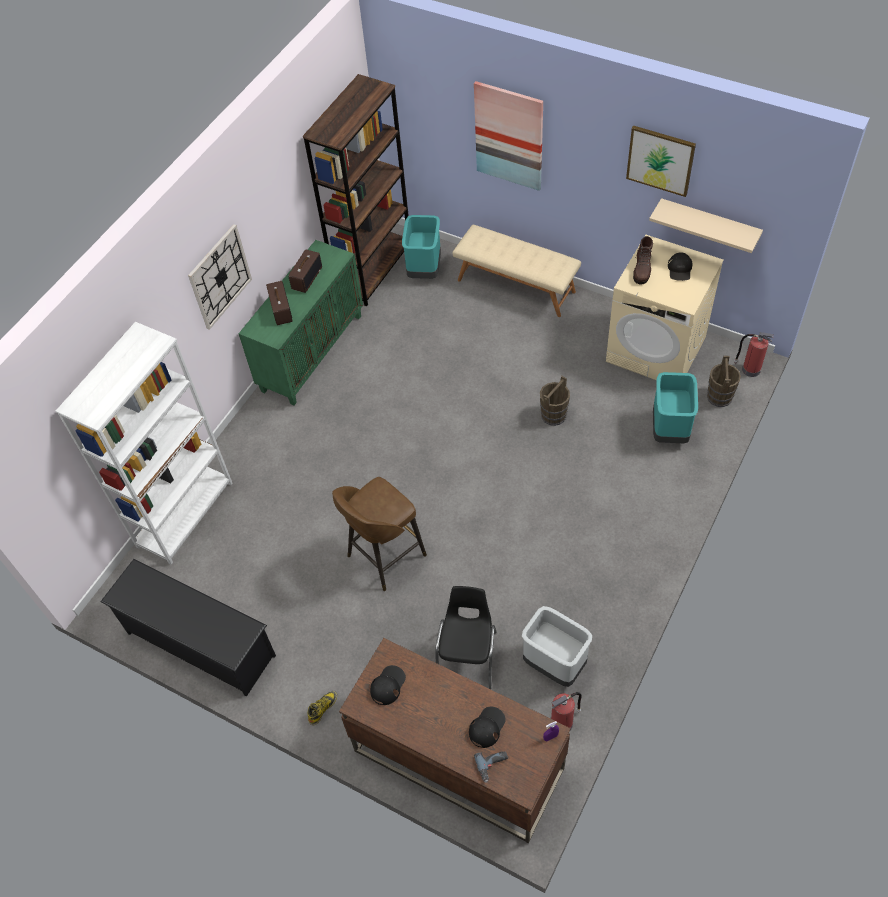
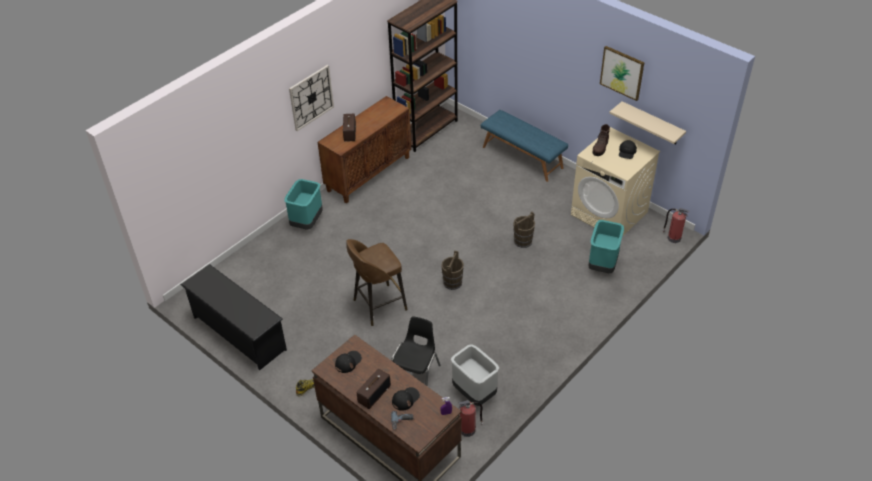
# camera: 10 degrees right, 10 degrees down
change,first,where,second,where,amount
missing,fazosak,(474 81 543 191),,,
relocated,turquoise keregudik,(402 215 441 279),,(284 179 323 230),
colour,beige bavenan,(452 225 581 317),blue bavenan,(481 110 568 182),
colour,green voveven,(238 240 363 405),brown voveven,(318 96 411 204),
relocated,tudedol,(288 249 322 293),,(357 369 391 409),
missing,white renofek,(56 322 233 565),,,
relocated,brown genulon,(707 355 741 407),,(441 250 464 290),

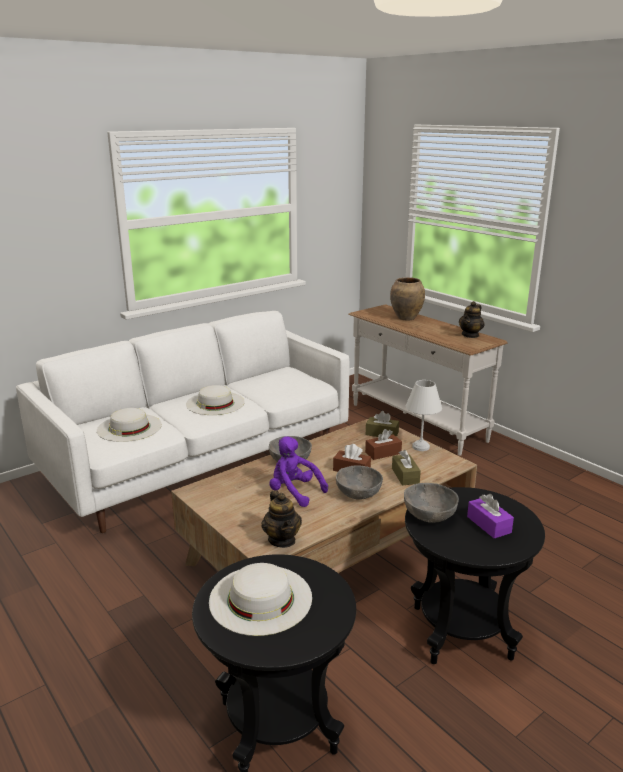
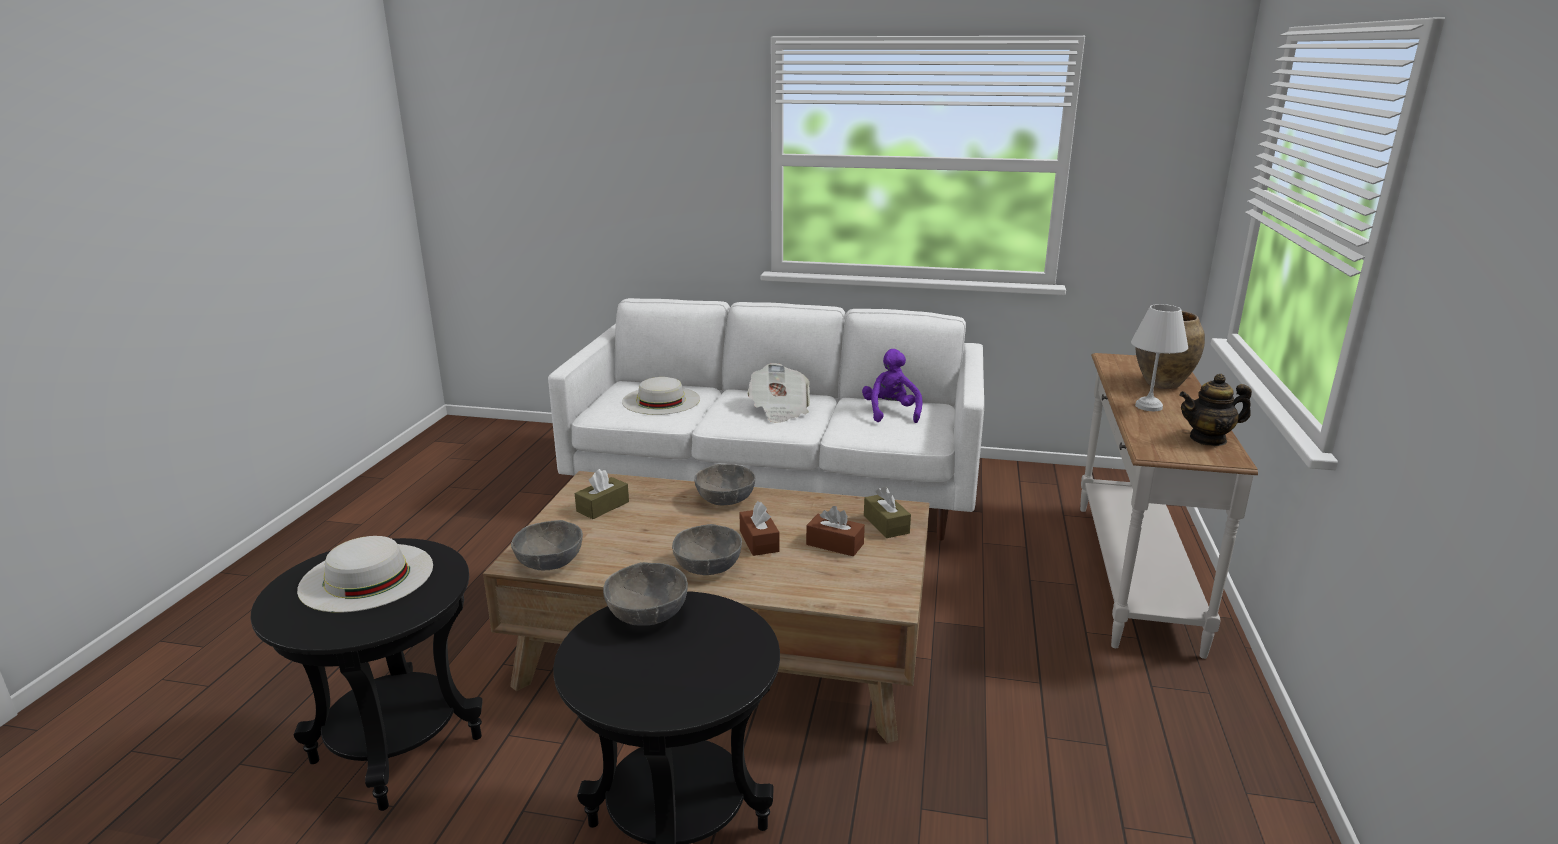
# camera: 50 degrees right, 0 degrees up
change,first,where,second,where,amount
relocated,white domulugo,(406 380 442 451),,(1131 304 1188 411),
exchanged,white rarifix,(186 385 245 415),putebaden,(747 363 810 423),
relocated,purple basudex,(269 436 328 507),,(862 349 922 423),
relocated,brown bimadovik,(392 450 421 486),,(575 469 629 519),
exchanged,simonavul,(261 490 302 548),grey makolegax,(511 520 583 570),
missing,purple bimadovik,(467 494 514 538),,,

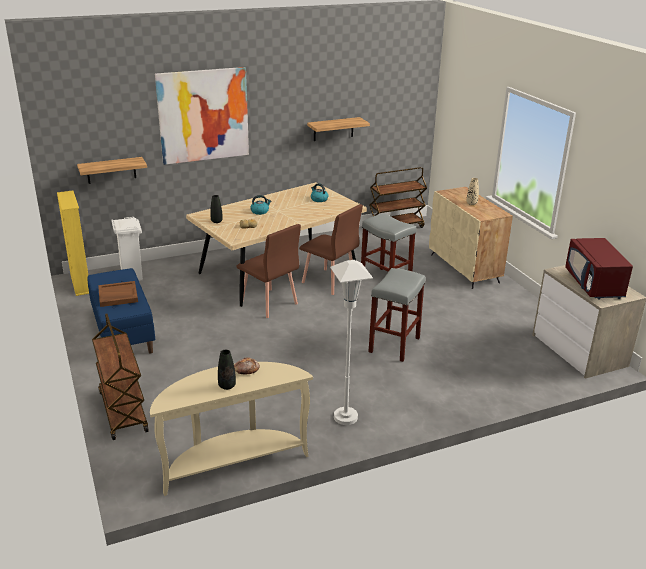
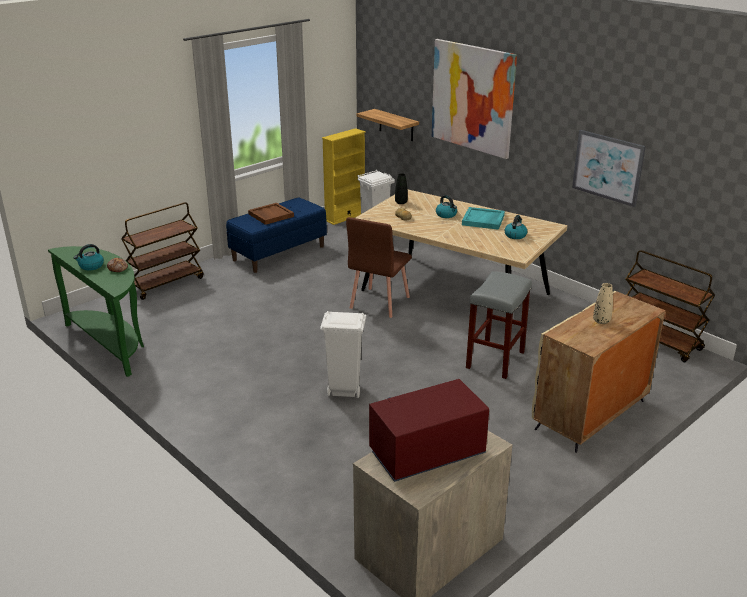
# camera: 70 degrees right, 0 degrees up
change,first,where,second,where,amount
exchanged,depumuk,(307 117 370 141),fazosak,(572 130 646 207),
missing,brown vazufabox,(299 204 363 295),,,
missing,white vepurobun,(330 260 373 425),,,
exchanged,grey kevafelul,(368 268 425 362),white keregudik,(320 311 366 398),
exchanged,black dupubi,(218 350 236 390),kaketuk,(74 244 104 270),
colour,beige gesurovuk,(150 362 313 496),green gesurovuk,(48 246 144 377),
appeared,,,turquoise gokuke,(462 207 505 230),

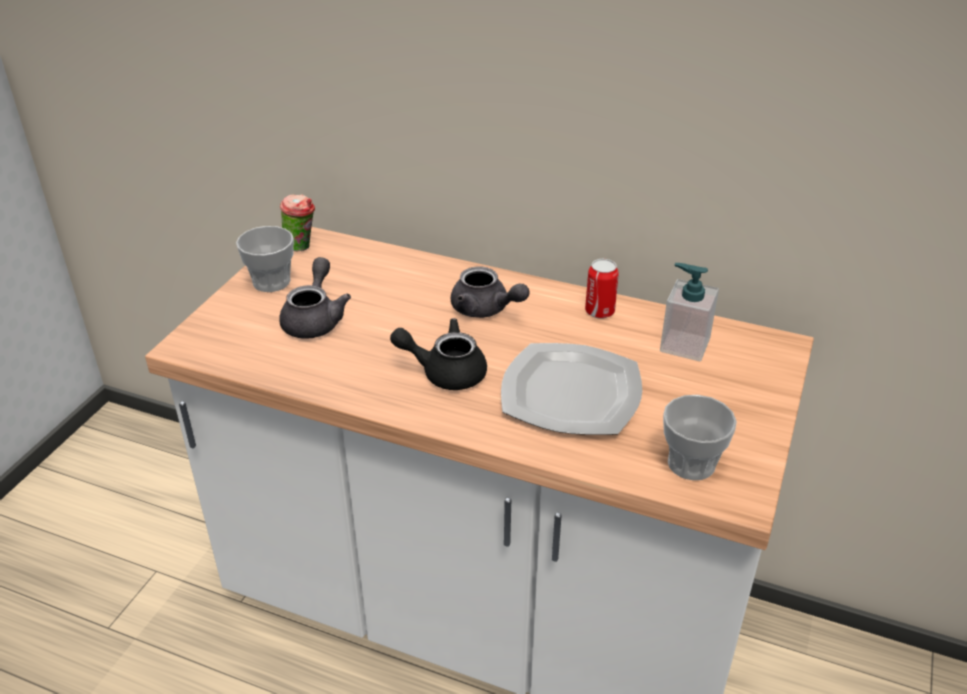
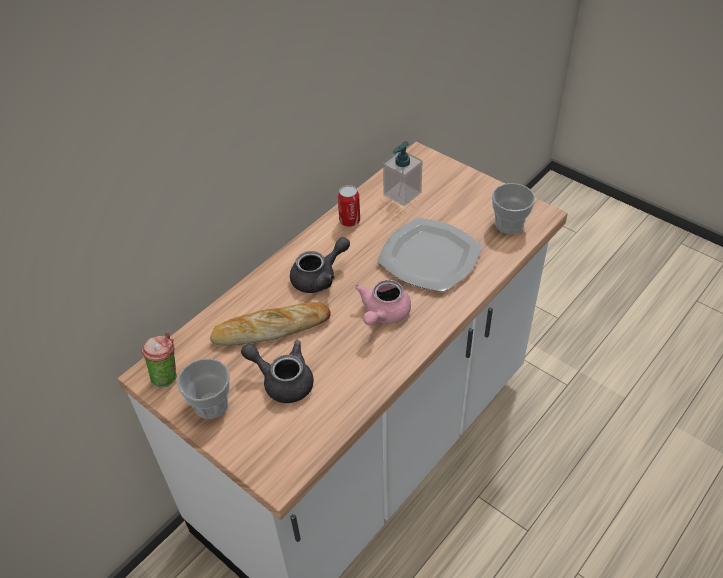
# camera: 70 degrees left, 10 degrees up
change,first,where,second,where,amount
colour,black simonavul,(390 318 487 390),pink simonavul,(355 280 411 326),
appeared,,,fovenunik,(210 302 331 346),

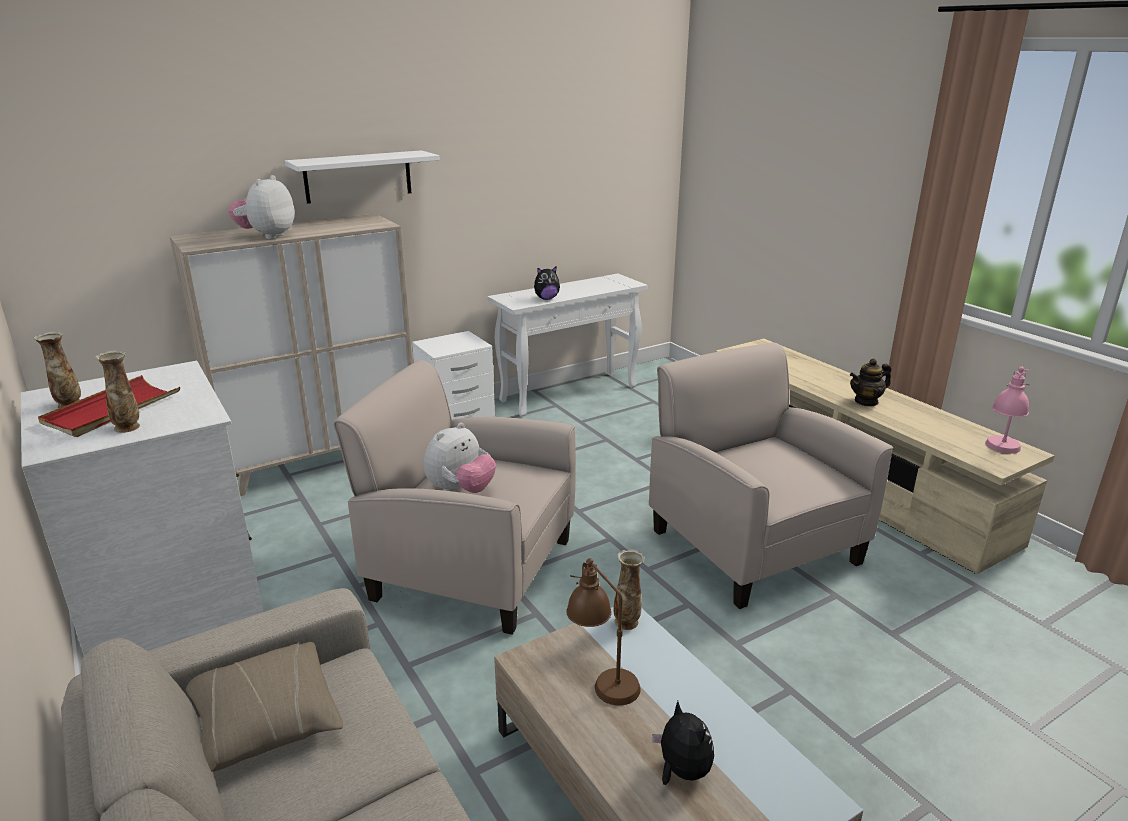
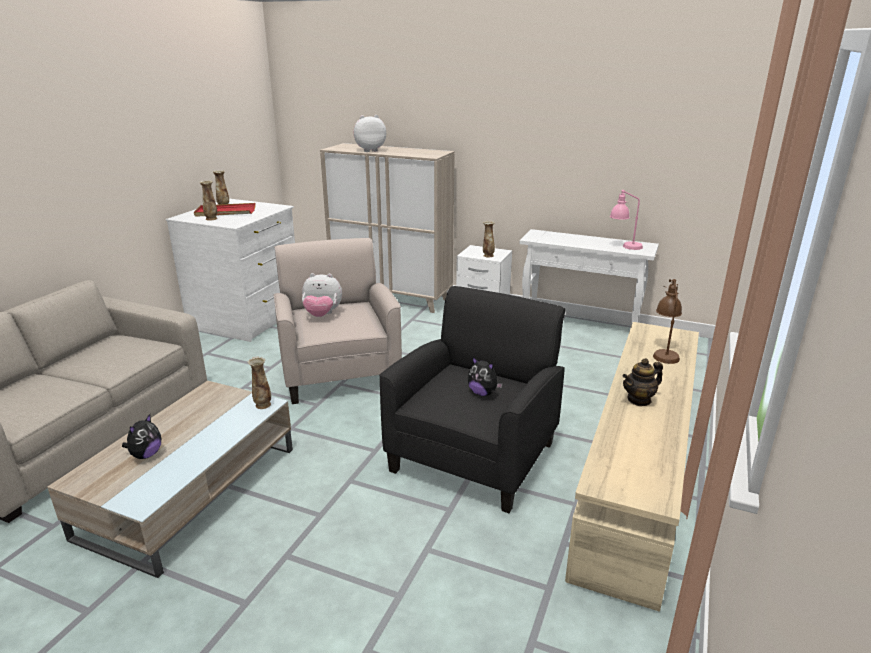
# camera: 55 degrees right, 0 degrees up
change,first,where,second,where,amount
missing,white depumuk,(285 150 440 204),,,
relocated,basudex,(534 266 560 300),,(468 357 503 396),
colour,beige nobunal,(649 343 893 609),black nobunal,(379 286 566 513),
spun,simonavul,(850 358 892 406),,(623 358 663 406),60 degrees counterclockwise
relocated,pink domulugo,(985 366 1030 454),,(610 190 643 250),
relocated,brown domulugo,(566 558 641 706),,(653 279 682 364),
missing,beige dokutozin,(186 642 343 772),,,
appeared,,,dupubi,(483 221 495 258),

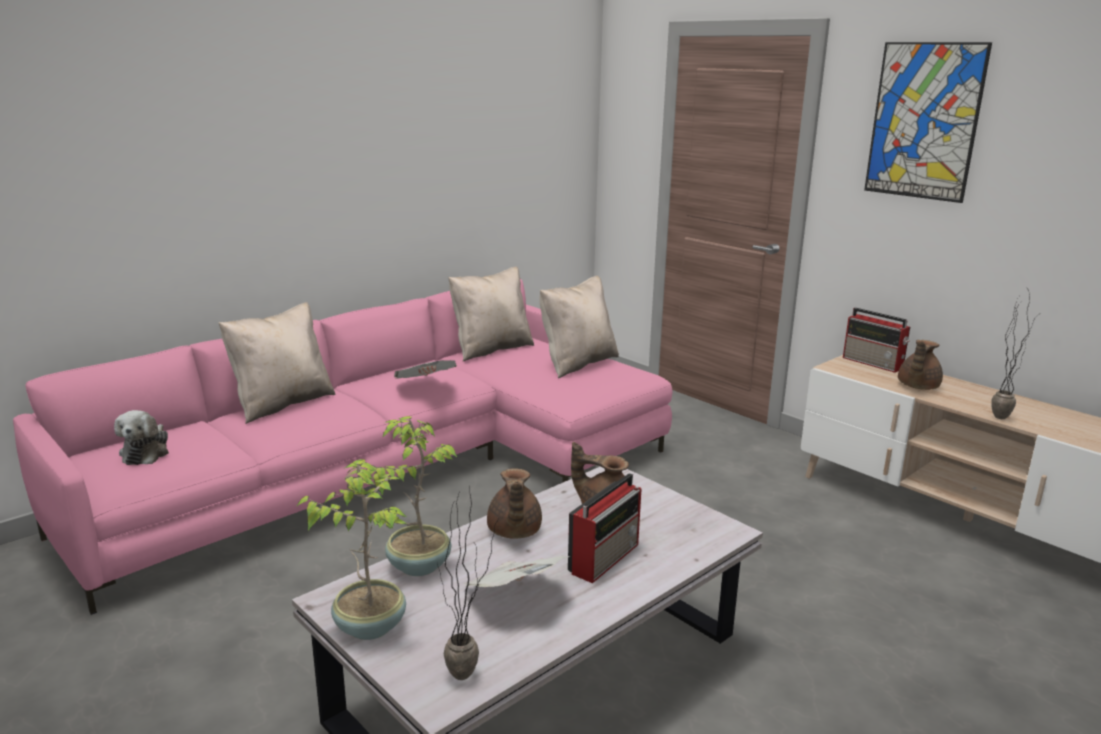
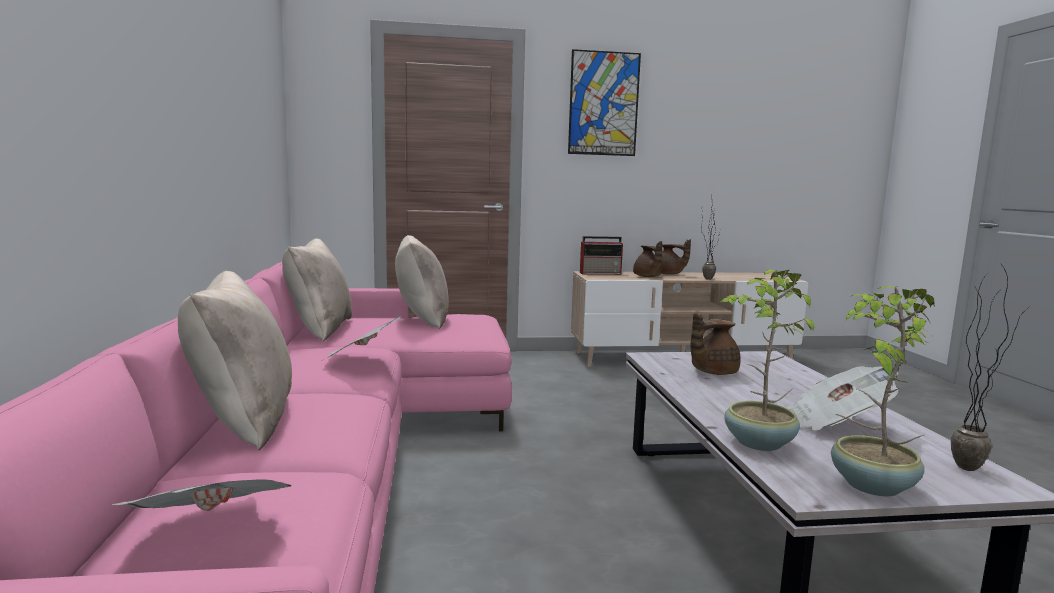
# camera: 55 degrees left, 10 degrees down
change,first,where,second,where,amount
exchanged,basudex,(114 410 169 465),putebaden,(112 480 292 511),
relocated,brown simonavul,(487 468 542 539),,(661 239 691 275),
missing,tudedol,(568 473 641 583),,,

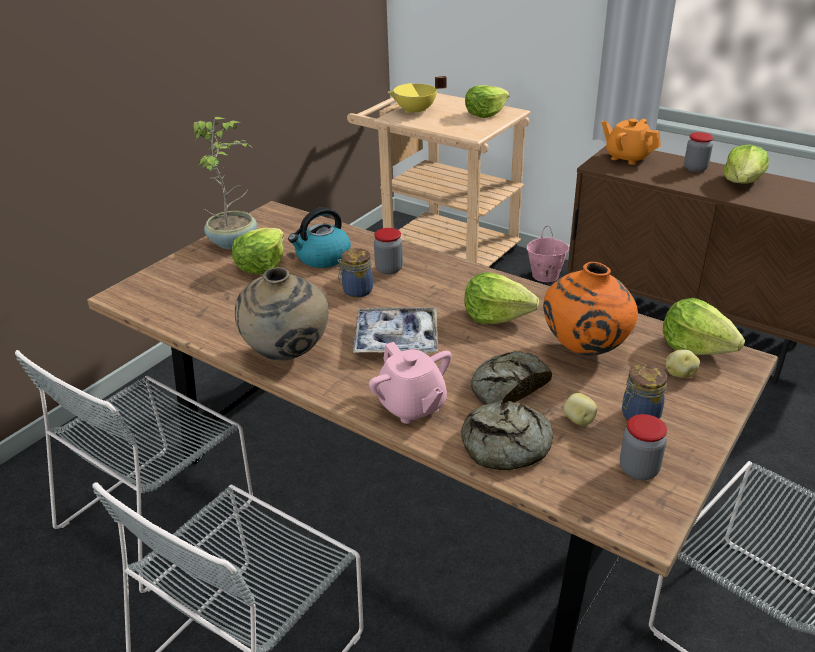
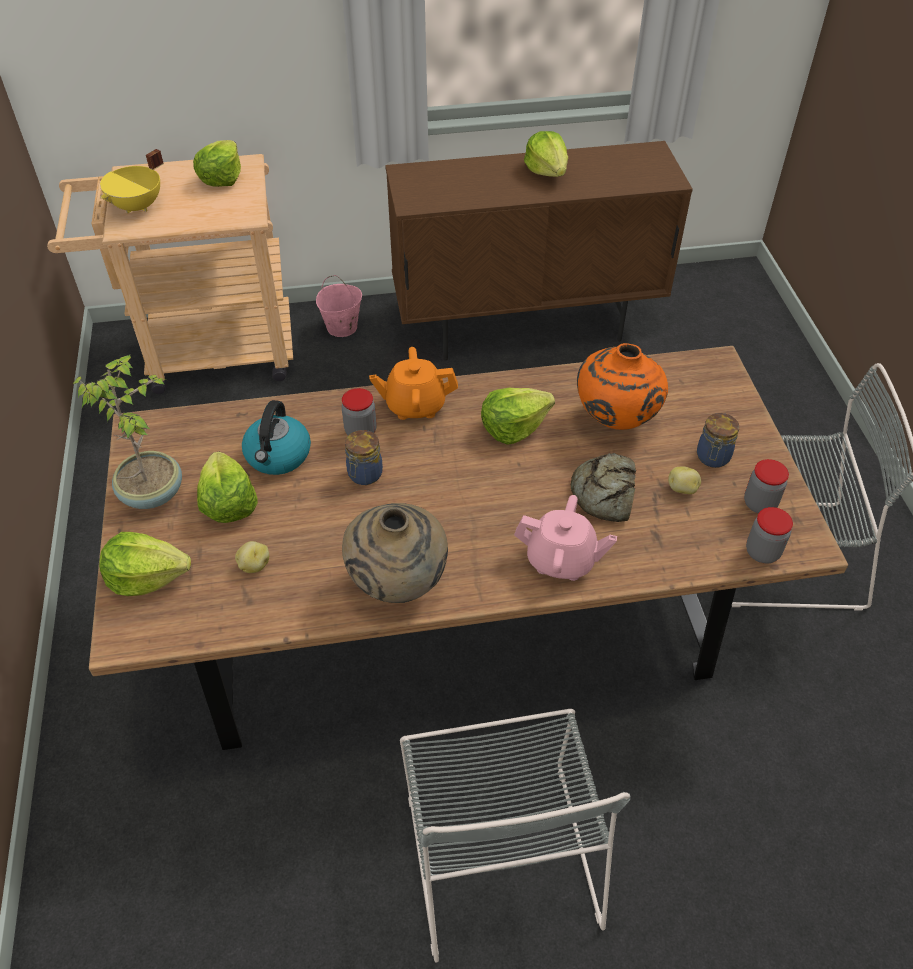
# camera: 45 degrees left, 15 degrees up
change,first,where,second,where,amount
relocated,orange simonavul,(602 119 661 165),,(369 347 458 420),
relocated,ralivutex,(684 132 713 172),,(746 507 793 564),
relocated,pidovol,(663 298 745 355),,(99 532 191 596),
missing,gokuke,(353 307 438 353),,,
relocated,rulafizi,(666 349 700 378),,(235 541 269 573),
missing,grey vazufabox,(15 350 253 593),,,
missing,fovenunik,(462 400 553 470),,,

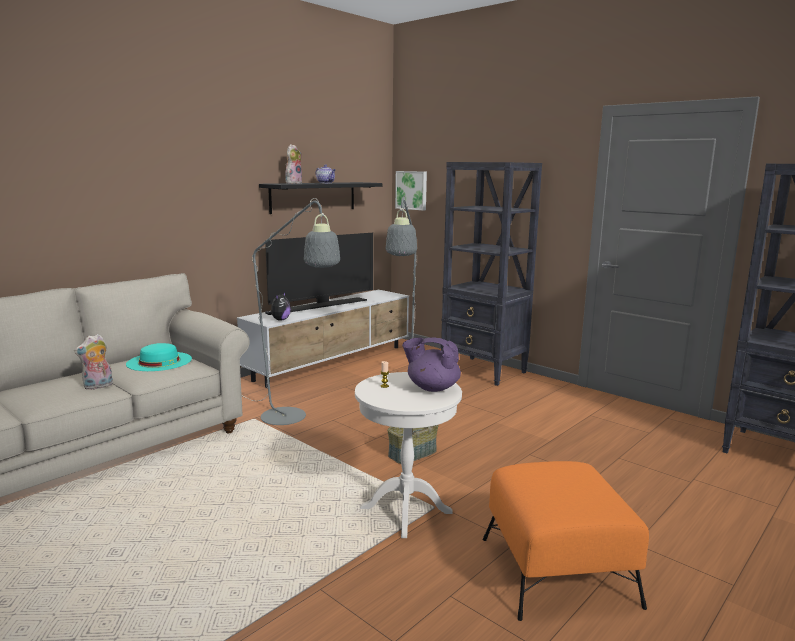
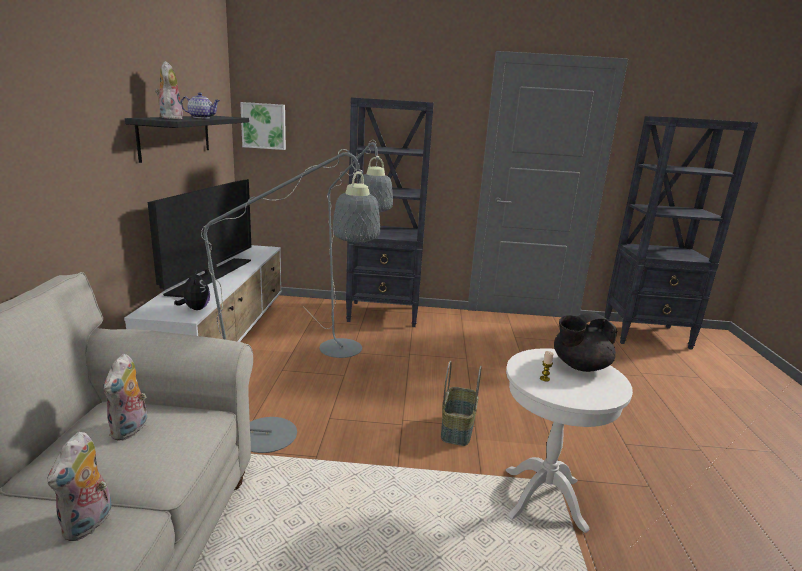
# camera: 40 degrees left, 5 degrees up
change,first,where,second,where,amount
colour,purple simonavul,(402 337 461 392),black simonavul,(554 312 617 372),
exchanged,turquoise rarifix,(126 343 192 371),basudex,(103 353 147 440),
missing,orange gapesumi,(483 461 649 621),,,

